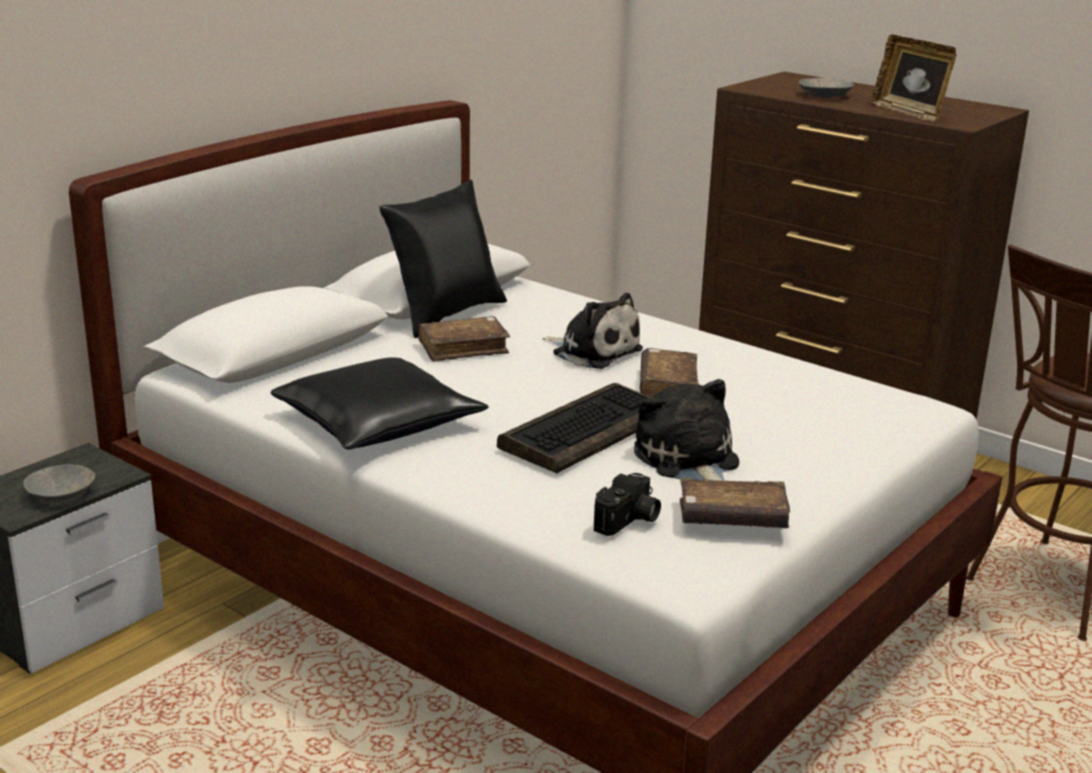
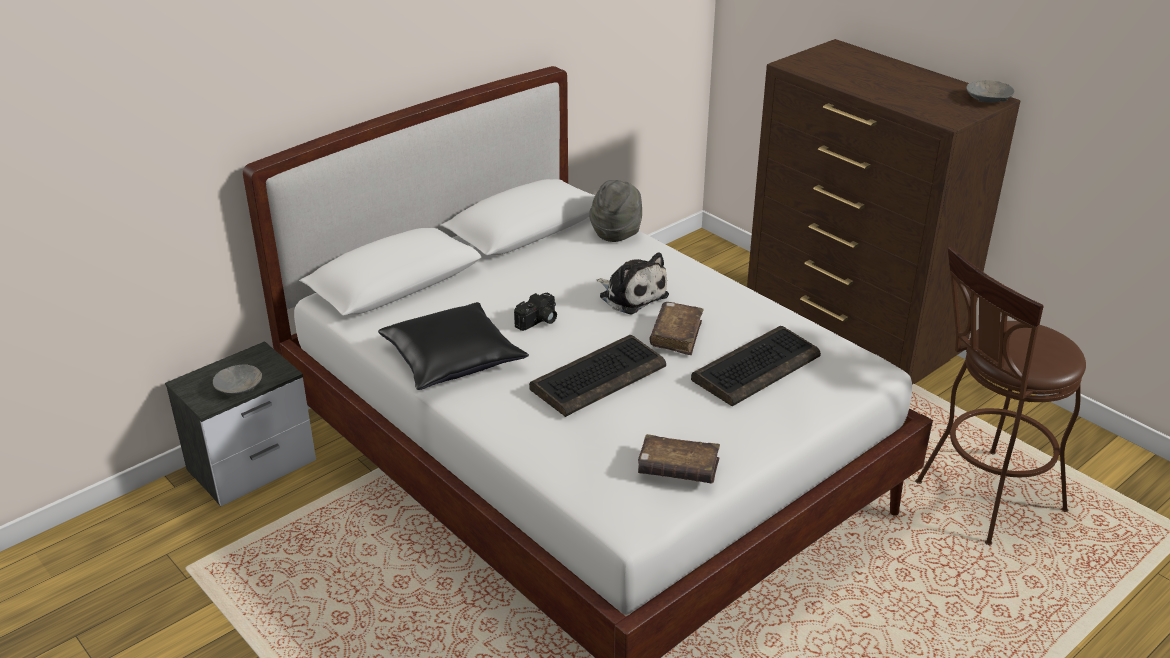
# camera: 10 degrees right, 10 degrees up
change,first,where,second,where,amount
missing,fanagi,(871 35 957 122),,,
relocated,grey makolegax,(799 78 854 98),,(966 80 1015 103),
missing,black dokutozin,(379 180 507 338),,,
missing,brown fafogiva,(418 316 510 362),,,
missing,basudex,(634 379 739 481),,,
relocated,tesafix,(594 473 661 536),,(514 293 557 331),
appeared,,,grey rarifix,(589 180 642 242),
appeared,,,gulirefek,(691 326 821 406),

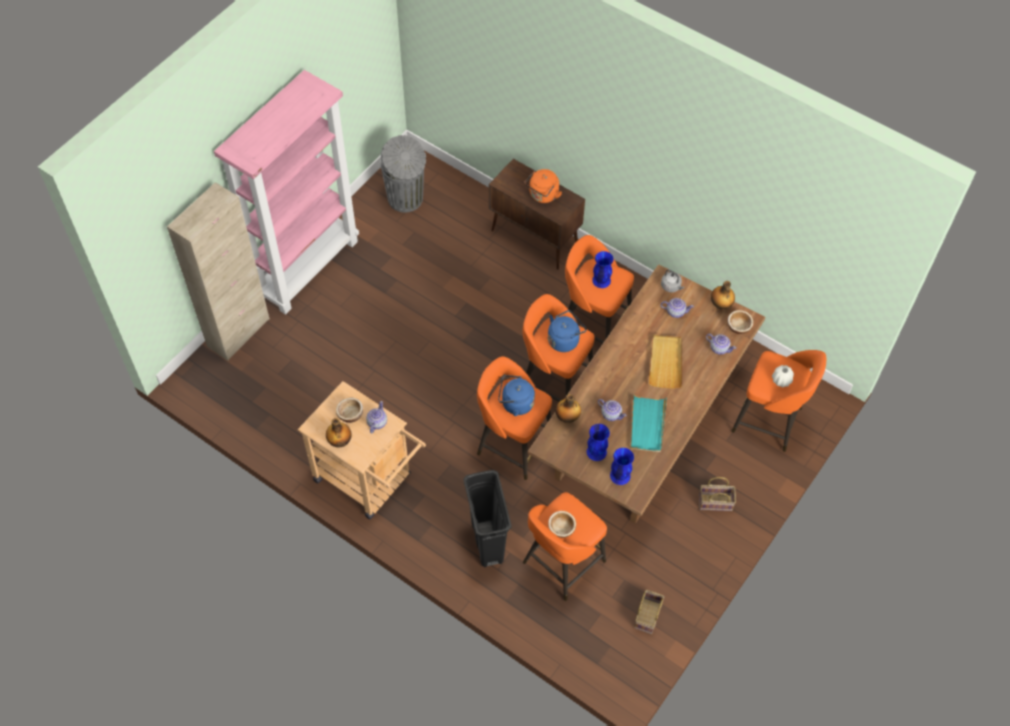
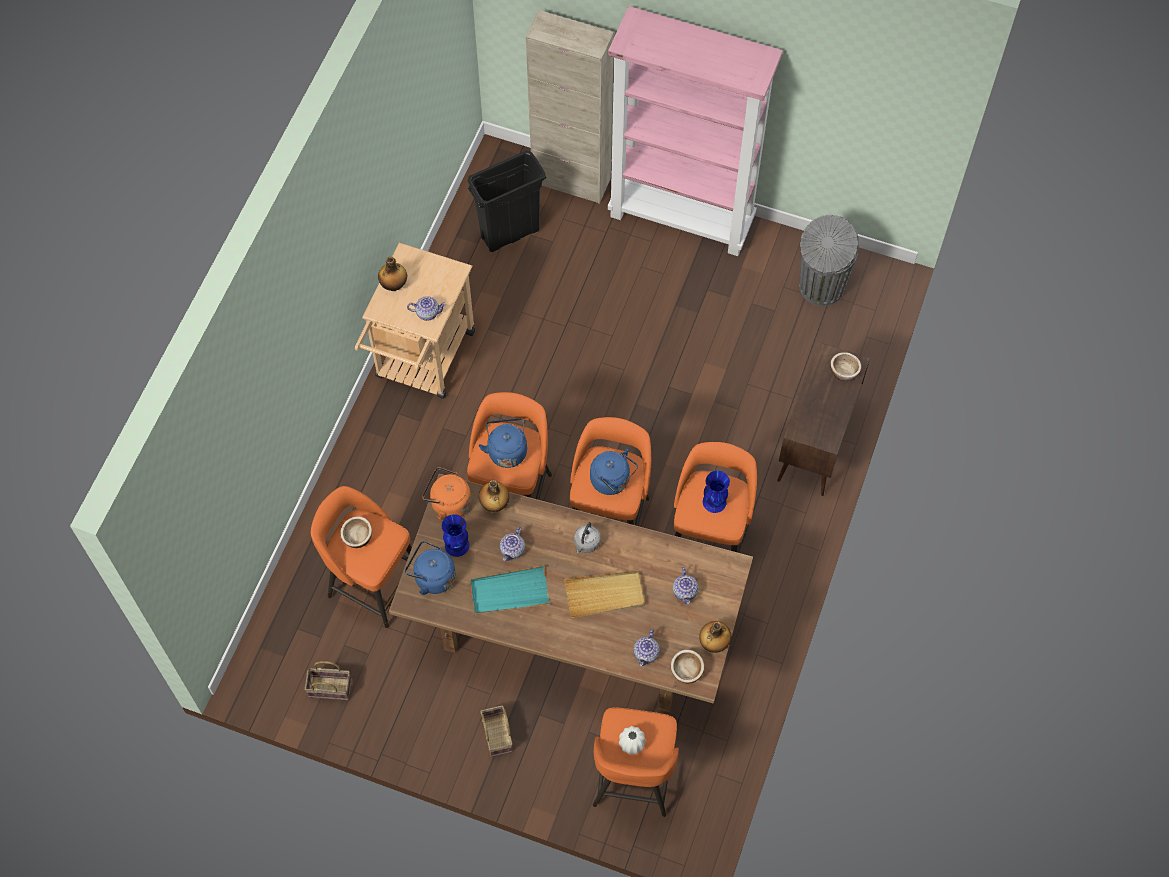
# camera: 75 degrees right, 5 degrees up
change,first,where,second,where,amount
relocated,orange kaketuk,(525 169 562 203),,(422 467 471 520),
relocated,grey kaketuk,(661 269 685 293),,(574 522 601 553),
relocated,makolegax,(336 398 363 423),,(830 352 861 381),
exchanged,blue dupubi,(610 448 634 485),blue kaketuk,(405 541 455 595),
relocated,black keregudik,(463 470 512 567),,(468 150 546 252),

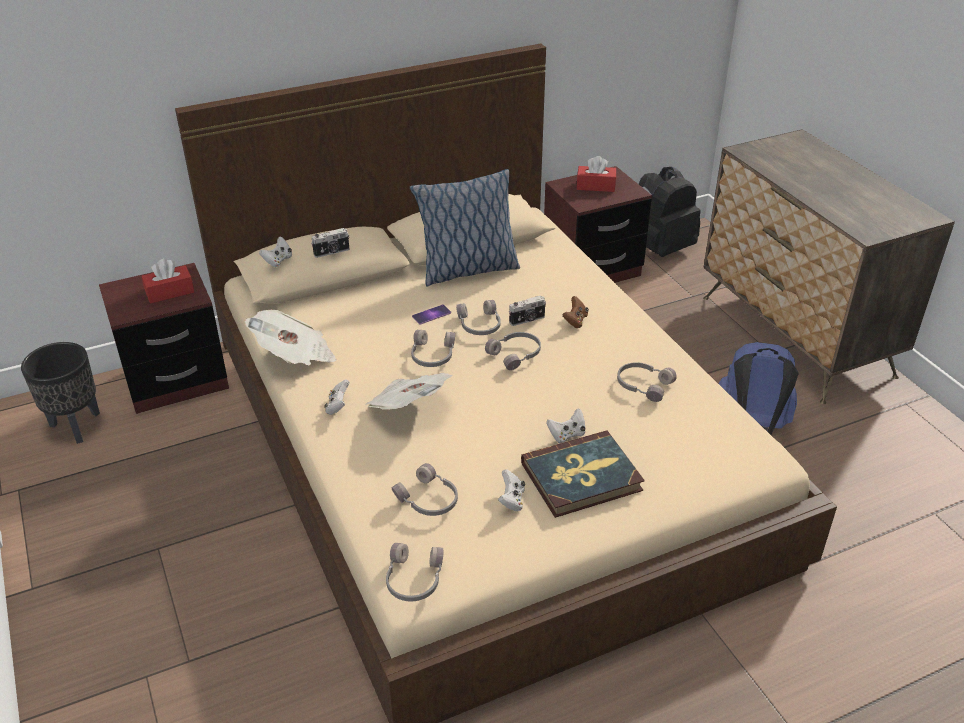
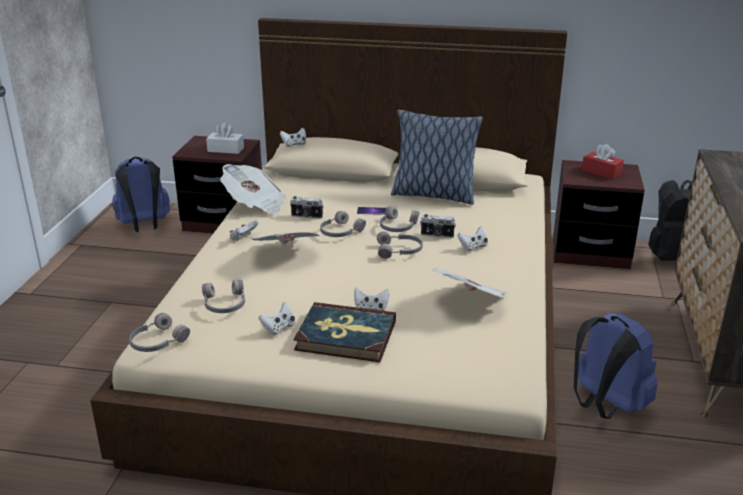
# camera: 35 degrees right, 10 degrees down
change,first,where,second,where,amount
relocated,tesafix,(311 228 349 258),,(290 196 324 219),
colour,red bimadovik,(141 259 194 304),white bimadovik,(206 123 244 154),
colour,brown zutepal,(563 296 589 328),white zutepal,(457 226 488 252),
exchanged,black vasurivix,(21 342 100 444),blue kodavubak,(112 157 170 232),
exchanged,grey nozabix,(617 362 677 402),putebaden,(432 268 509 299),

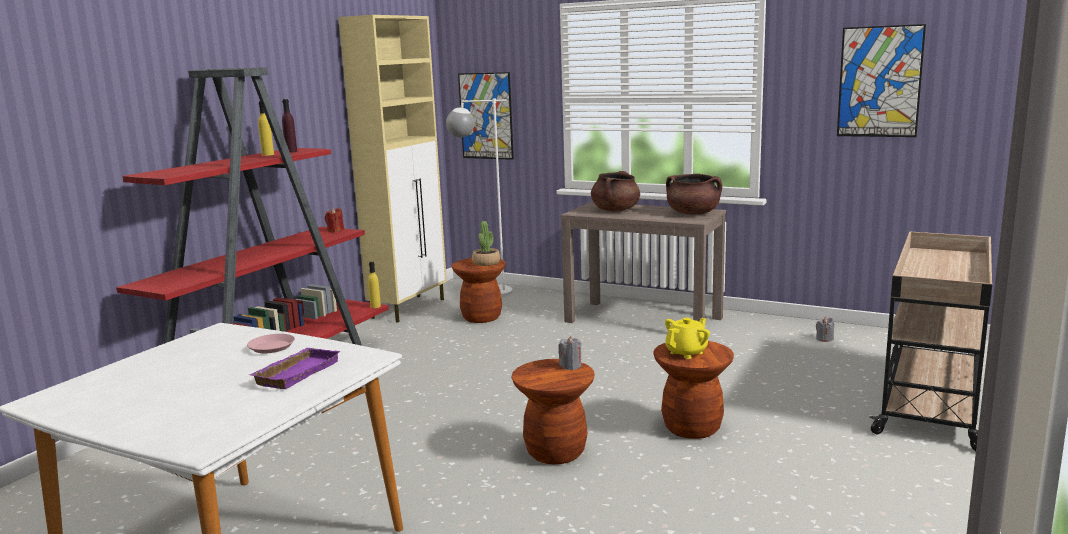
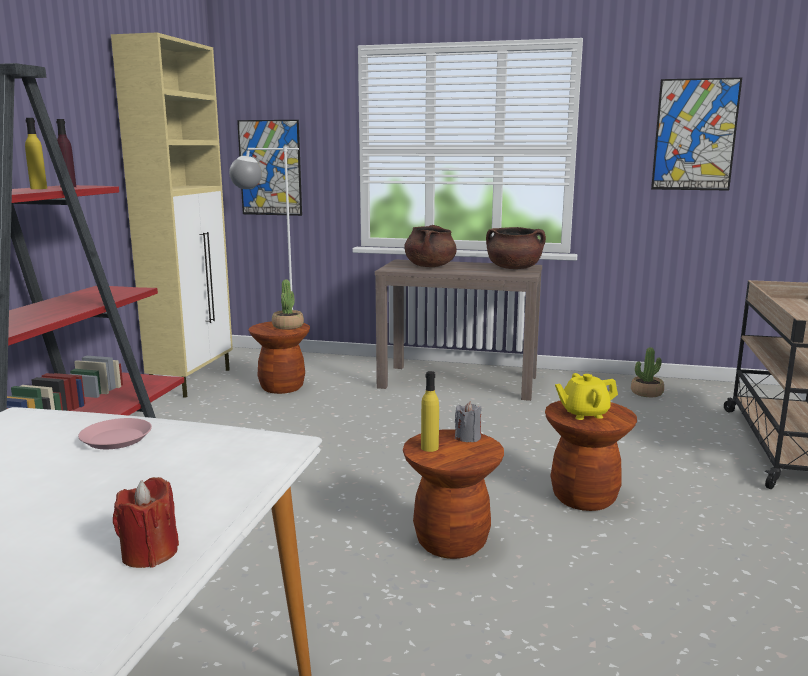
# camera: 15 degrees left, 0 degrees up
change,first,where,second,where,amount
relocated,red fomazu,(325 208 344 232),,(113 477 179 568),
relocated,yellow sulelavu,(368 262 381 308),,(421 371 439 452),
spun,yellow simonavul,(665 317 710 359),,(555 373 618 420),135 degrees counterclockwise
exchanged,grey fomazu,(816 317 834 342),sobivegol,(631 347 664 397),
missing,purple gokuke,(249 348 341 389),,,

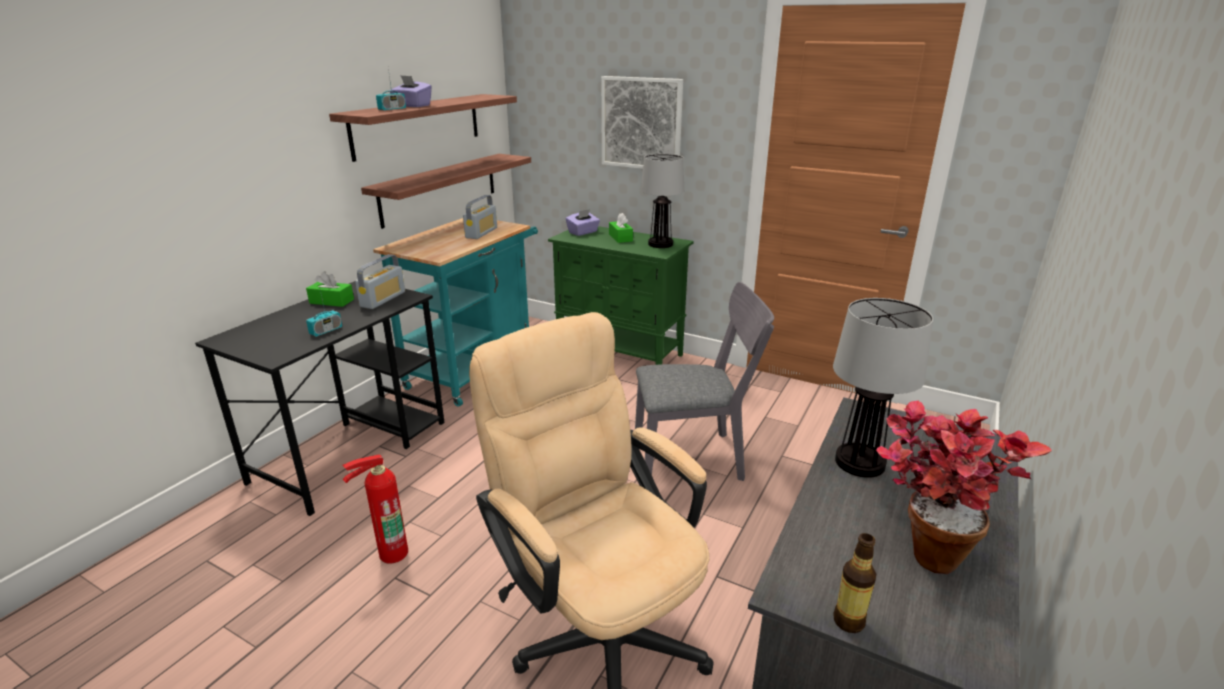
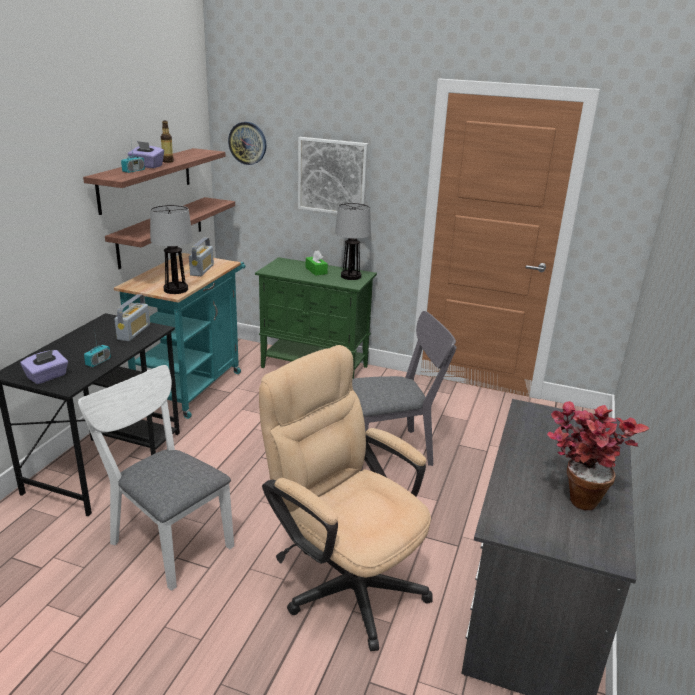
# camera: 10 degrees left, 0 degrees up
change,first,where,second,where,amount
relocated,purple bimadovik,(566 209 600 236),,(20 350 68 384),
missing,green bimadovik,(306 271 354 307),,,
relocated,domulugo,(833 298 933 478),,(150 205 193 294),
exchanged,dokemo,(342 454 408 564),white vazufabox,(78 365 234 591),
relocated,sulelavu,(833 533 876 633),,(161 121 174 163),
appeared,,,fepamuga,(228 122 267 165),

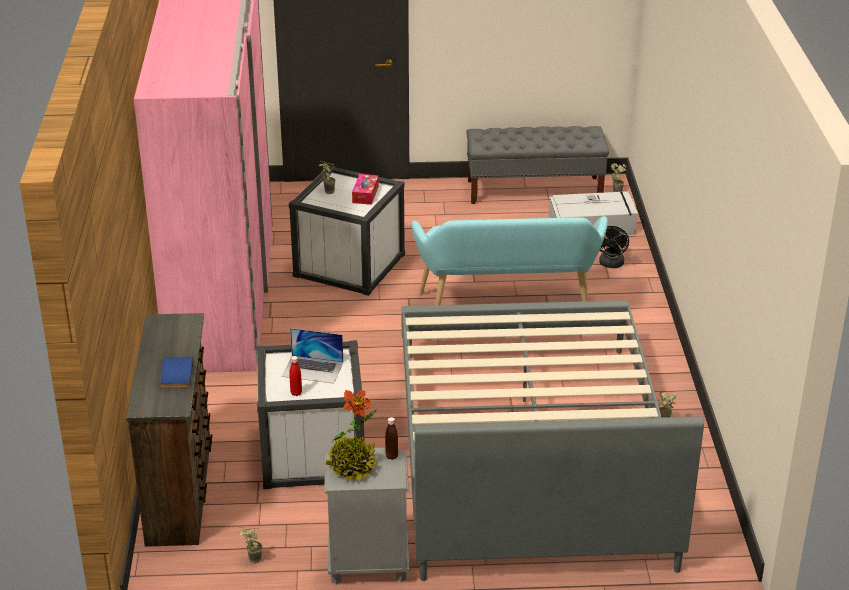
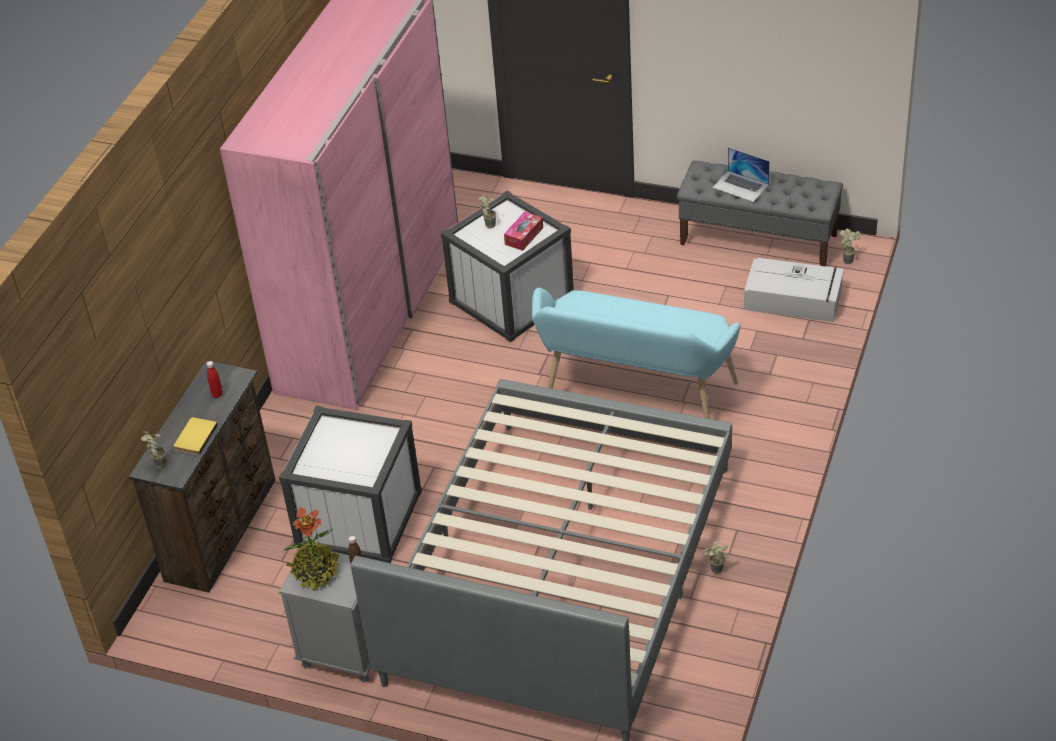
# camera: 25 degrees right, 10 degrees up
change,first,where,second,where,amount
missing,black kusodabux,(599 226 629 268),,,
relocated,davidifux,(282 328 343 384),,(712 147 770 202),
relocated,red sulelavu,(289 356 302 396),,(206 361 223 398),
colour,blue fafogiva,(160 357 193 388),yellow fafogiva,(174 417 218 455),
relocated,sobivegol,(239 527 262 564),,(141 431 167 469),

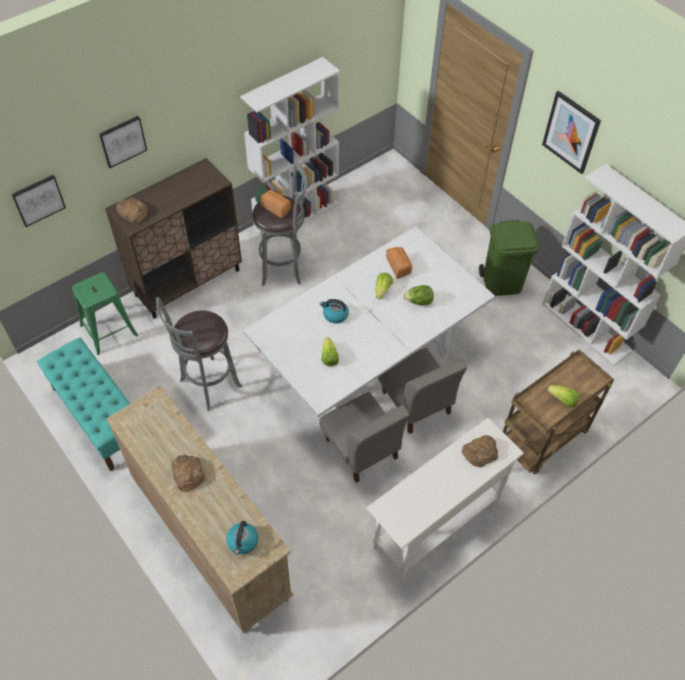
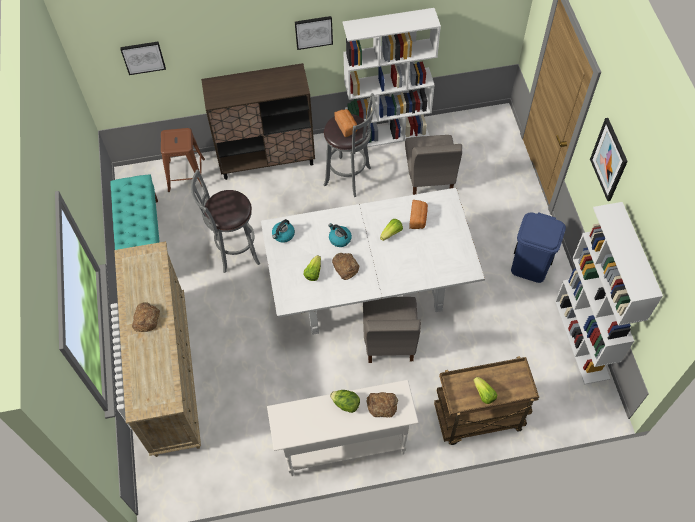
# camera: 30 degrees right, 5 degrees up
change,first,where,second,where,amount
relocated,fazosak,(99 116 147 168),,(295 16 333 50),
relocated,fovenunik,(116 198 148 224),,(332 253 359 280),
colour,green keregudik,(479 220 539 296),blue keregudik,(511 212 566 283),
colour,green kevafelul,(72 272 138 355),brown kevafelul,(161 128 205 192),
relocated,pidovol,(403 285 434 305),,(330 390 360 413),
relocated,grey vazufabox,(319 392 410 483),,(405 135 462 195),
relocated,kaketuk,(226 521 258 554),,(272 219 295 243),

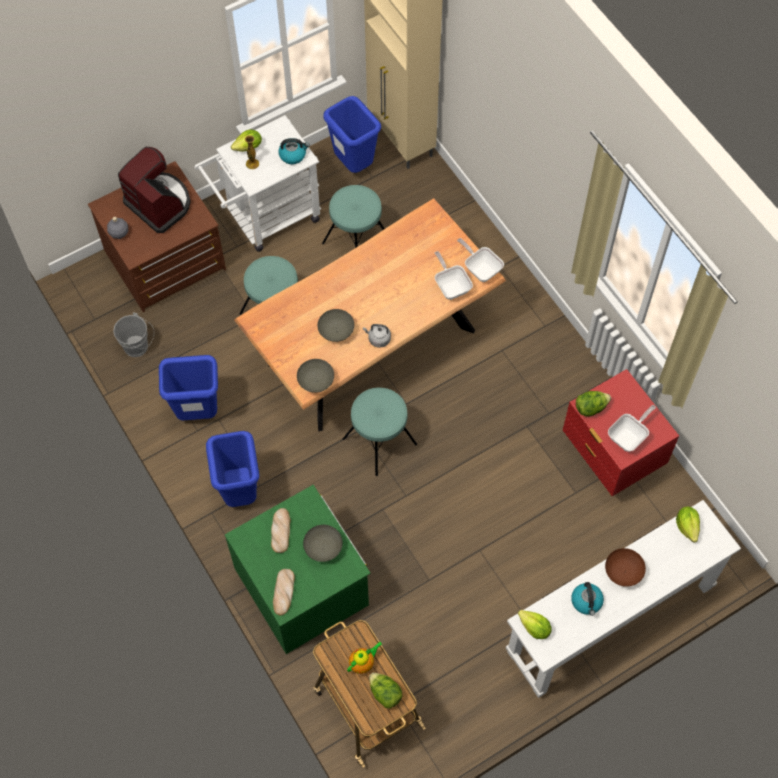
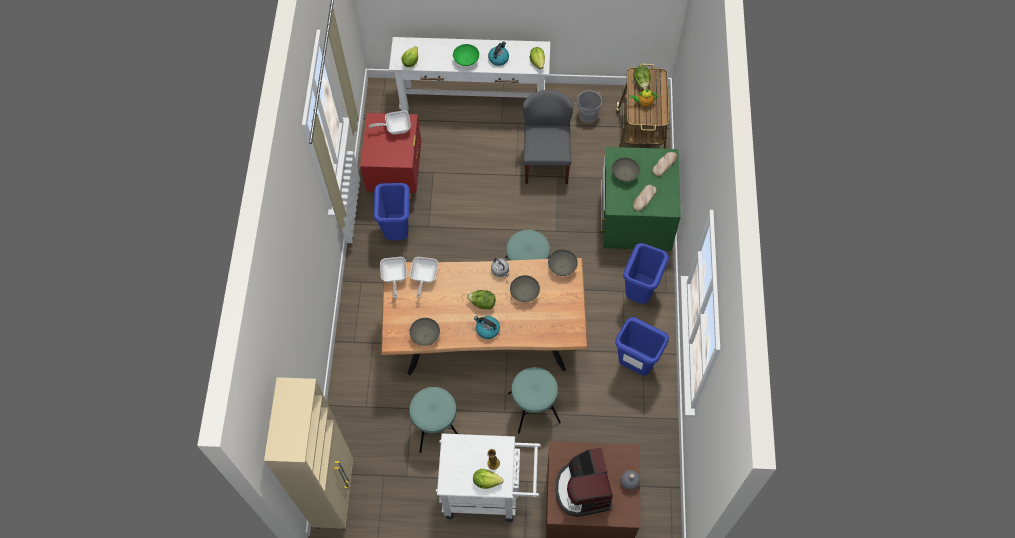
# camera: 145 degrees left, 0 degrees up
change,first,where,second,where,amount
relocated,blue keregudik,(323 96 381 173),,(373 183 410 240),
relocated,kaketuk,(278 138 310 164),,(474 316 500 339),
relocated,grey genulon,(113 312 154 357),,(573 90 602 123),
relocated,pidovol,(576 391 611 417),,(467 290 496 310),
colour,brown makolegax,(605 548 646 587),green makolegax,(453 44 479 66),
appeared,,,grey vazufabox,(523 90 573 184),
appeared,,,grey makolegax,(410 318 440 346),

